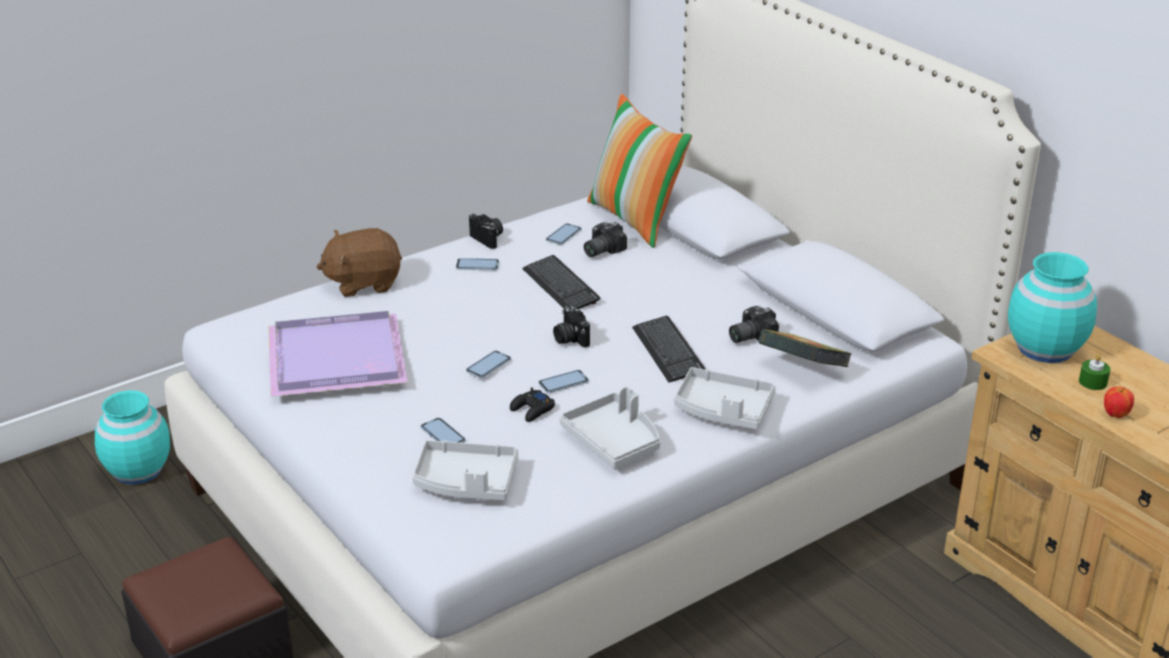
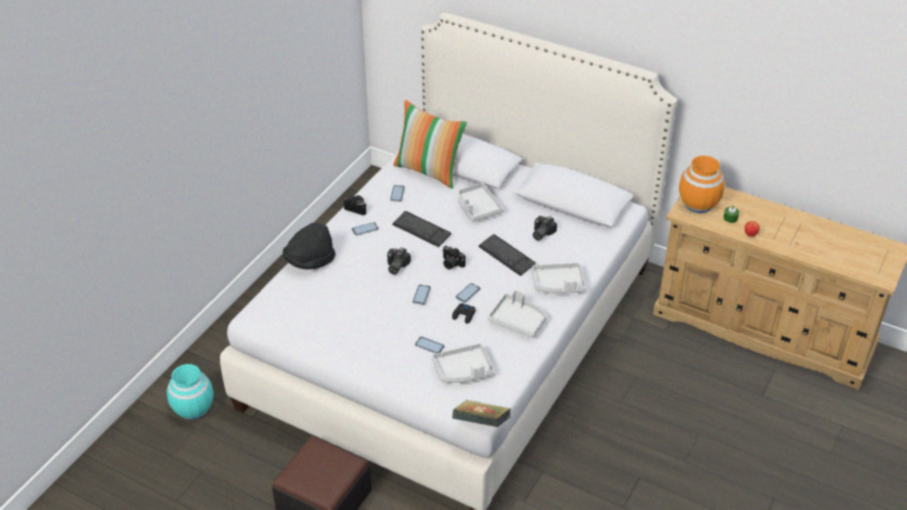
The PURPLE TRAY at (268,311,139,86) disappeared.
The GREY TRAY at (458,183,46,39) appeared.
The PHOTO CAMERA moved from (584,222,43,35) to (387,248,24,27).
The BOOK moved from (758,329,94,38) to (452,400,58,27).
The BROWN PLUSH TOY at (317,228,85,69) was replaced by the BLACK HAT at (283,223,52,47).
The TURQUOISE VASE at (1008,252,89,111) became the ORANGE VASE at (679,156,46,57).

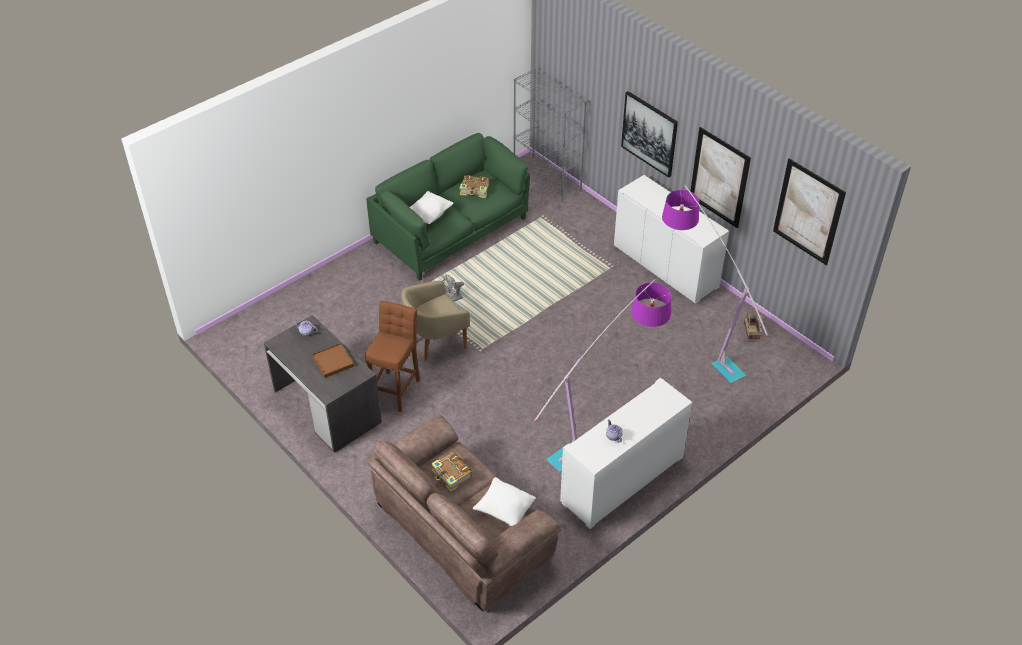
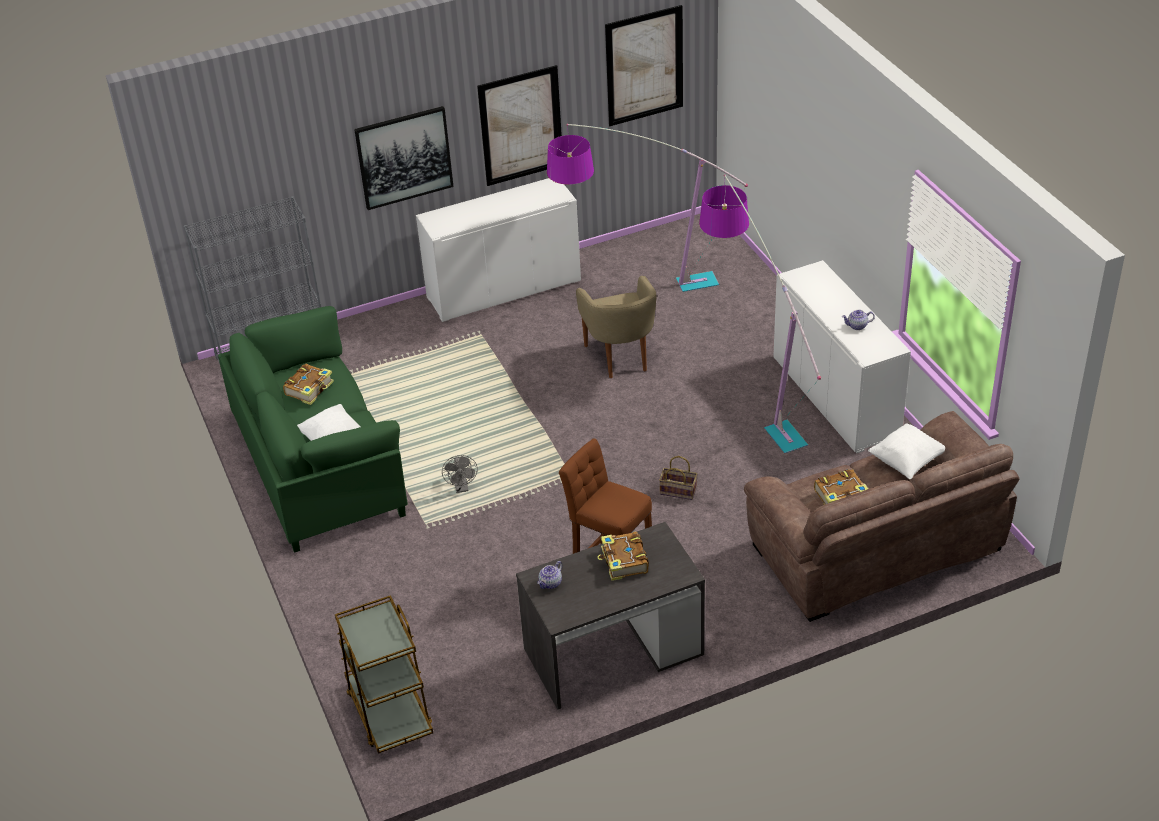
The BROWN CART at (335,595,98,159) appeared.
The BEIGE ARMCHAIR moved from (402,281,68,80) to (576,276,81,102).
The BASKET moved from (744,312,19,29) to (659,456,38,44).
The BROWN TRAY at (312,343,42,35) was replaced by the BOOK at (597,532,52,49).

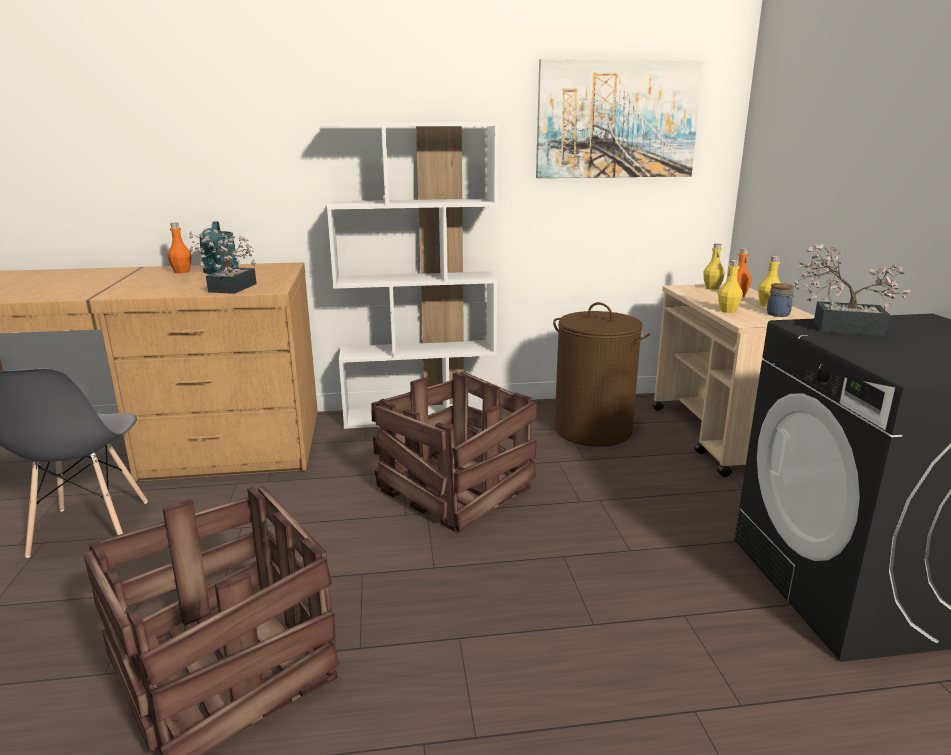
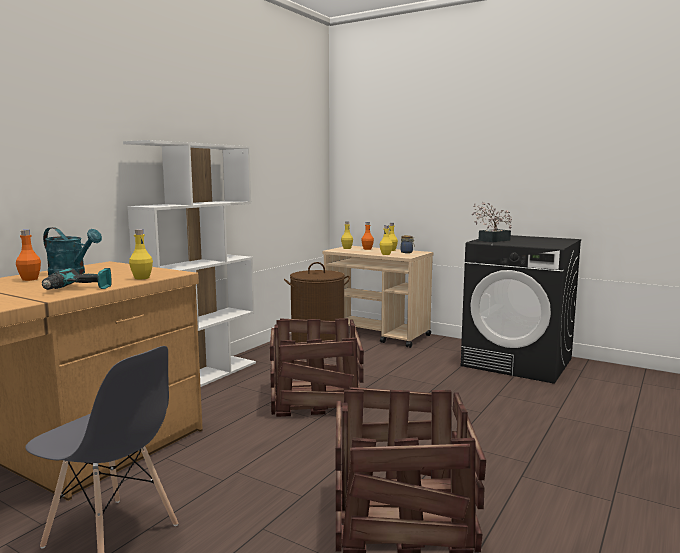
The PICTURE at (536,59,168,119) disappeared.
The POWER DRILL at (42,268,70,22) appeared.
The POTTED PLANT at (189,229,68,65) was replaced by the YELLOW BOTTLE at (129,229,24,51).

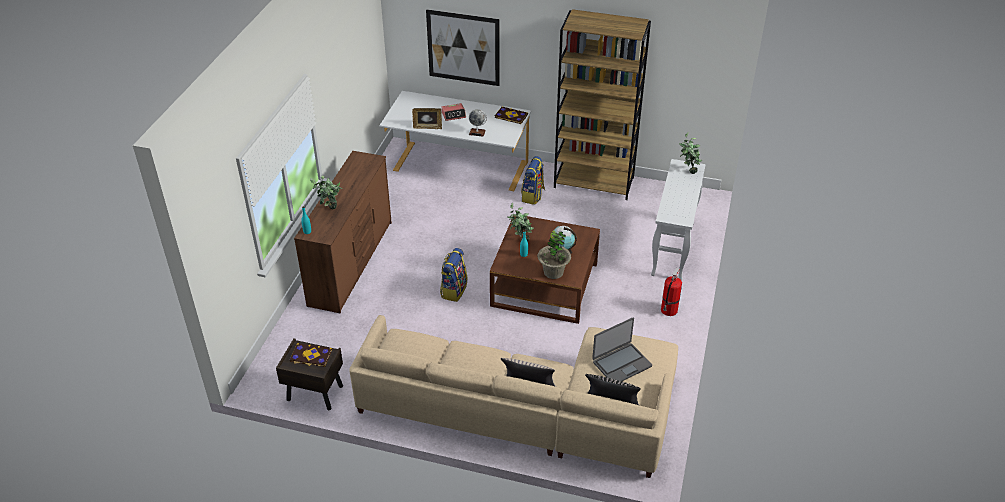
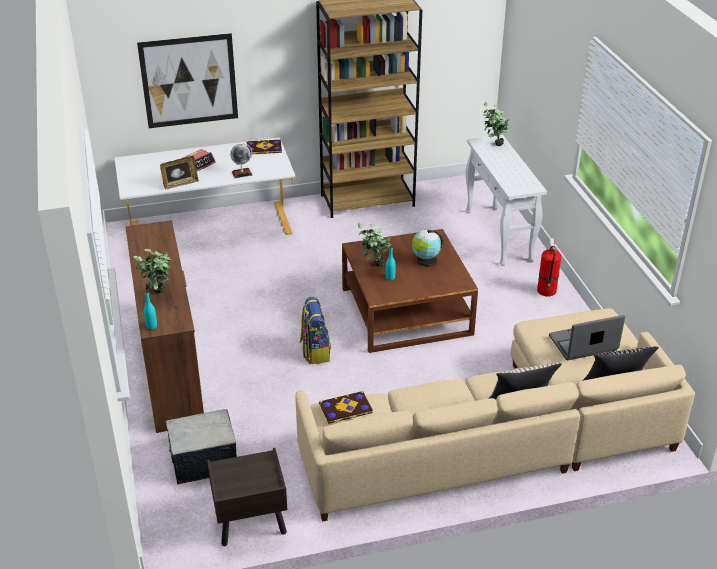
The BACKPACK at (521,156,24,48) disappeared.
The POTTED PLANT at (537,231,34,48) disappeared.
The STORAGE BOX at (166,409,71,75) appeared.
The BOOK moved from (290,343,42,24) to (319,391,54,33).
The LAPTOP at (592,318,60,63) turned 135 degrees counterclockwise.

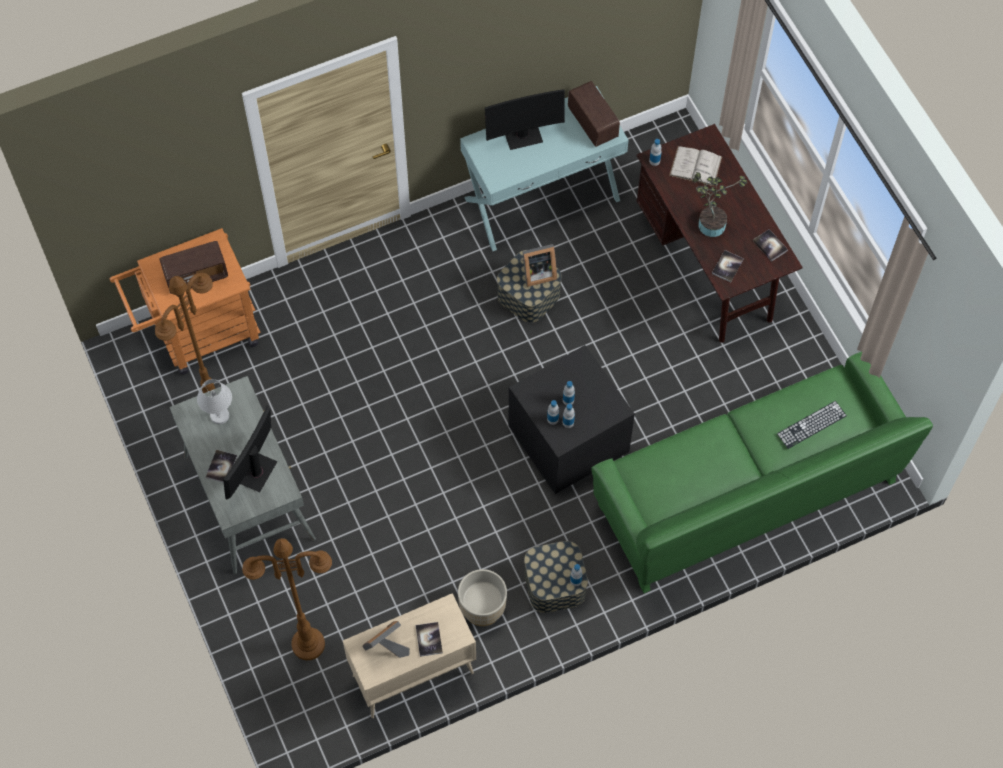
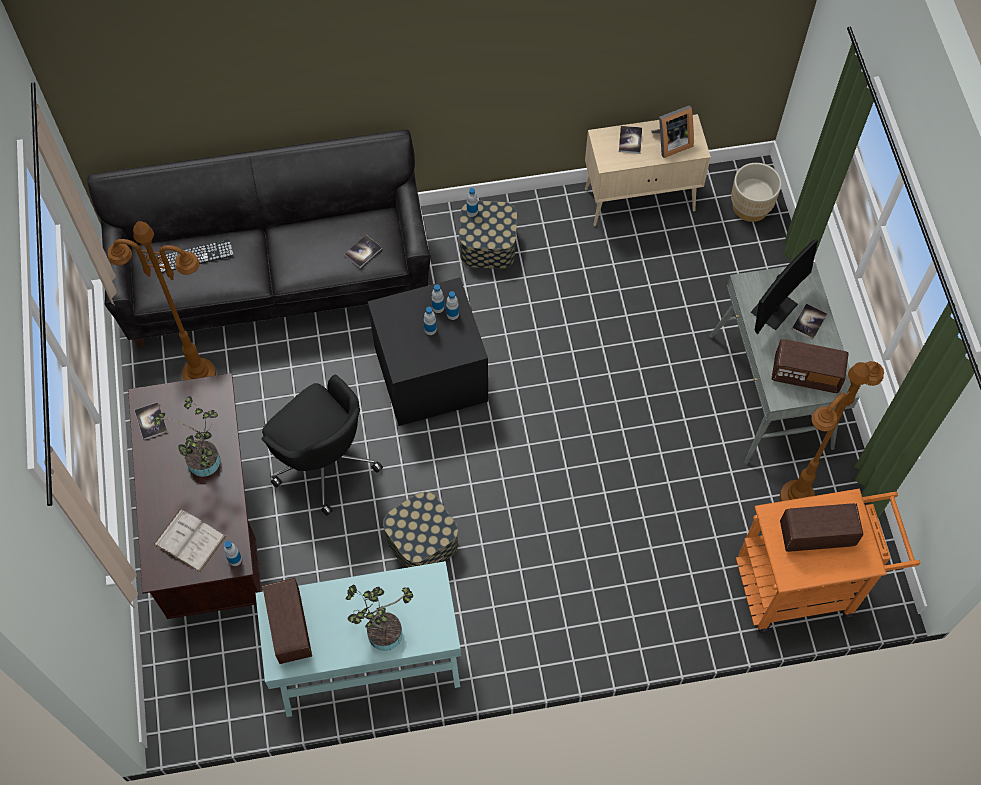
The PICTURE FRAME at (520,244,37,43) disappeared.
The BLACK OFFICE CHAIR at (261,375,122,141) appeared.
The BROWN FLOOR LAMP moved from (242,538,90,122) to (108,221,108,159).
The BEIGE PLANTER moved from (458,569,49,57) to (731,163,51,59).
The BOOK moved from (712,250,32,32) to (344,235,38,33).
The WHITE TABLE LAMP at (197,379,35,45) was replaced by the RADIO at (772,339,77,54).
The MONITOR at (485,90,80,60) was replaced by the POTTED PLANT at (345,585,68,66).
The GREEN SOFA at (591,351,342,242) became the BLACK SOFA at (87,130,344,218).

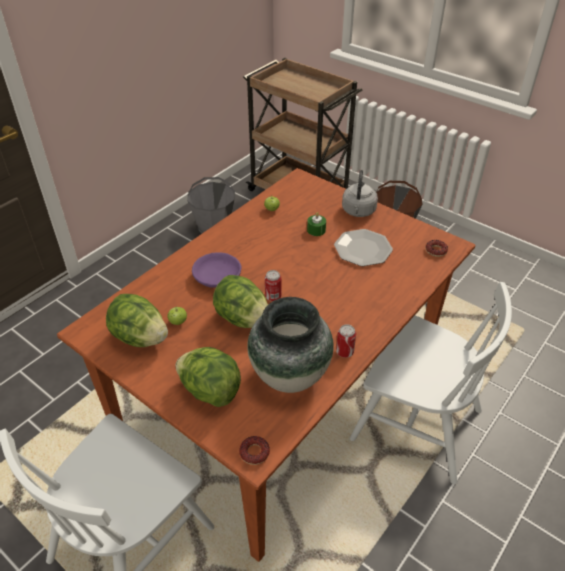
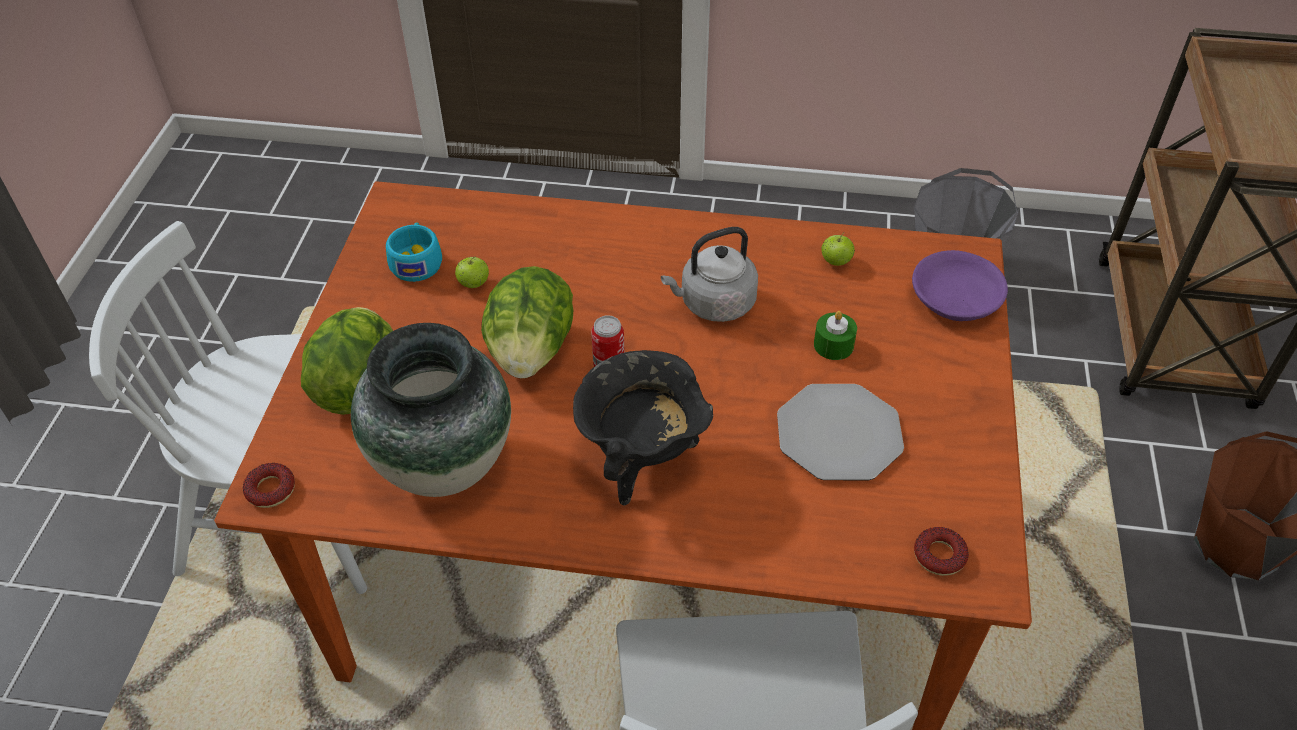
The CAN at (336,324,20,34) disappeared.
The BLACK COOKING POT at (573,350,140,155) appeared.
The PURPLE BOWL moved from (192,252,49,36) to (912,250,96,71).
The GREY KETTLE moved from (342,170,36,47) to (661,227,97,95).
The LETTUCE at (106,294,62,53) was replaced by the TURQUOISE CUP at (386,222,56,60).

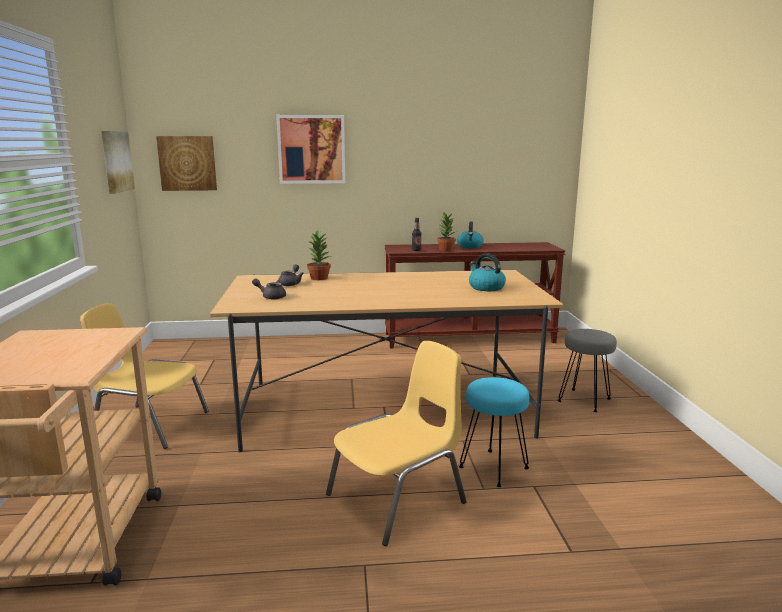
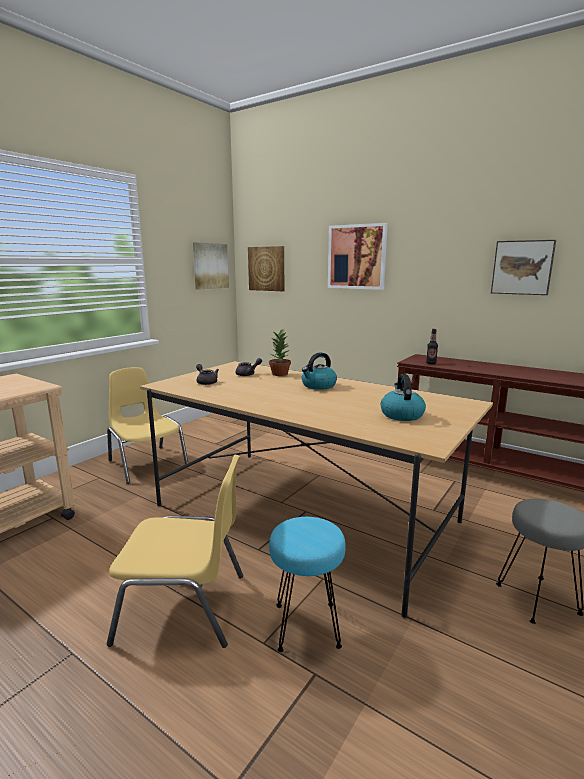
The POTTED PLANT at (437,211,19,40) disappeared.
The PICTURE at (491,240,65,55) appeared.
The KETTLE moved from (457,221,27,27) to (302,352,35,38).

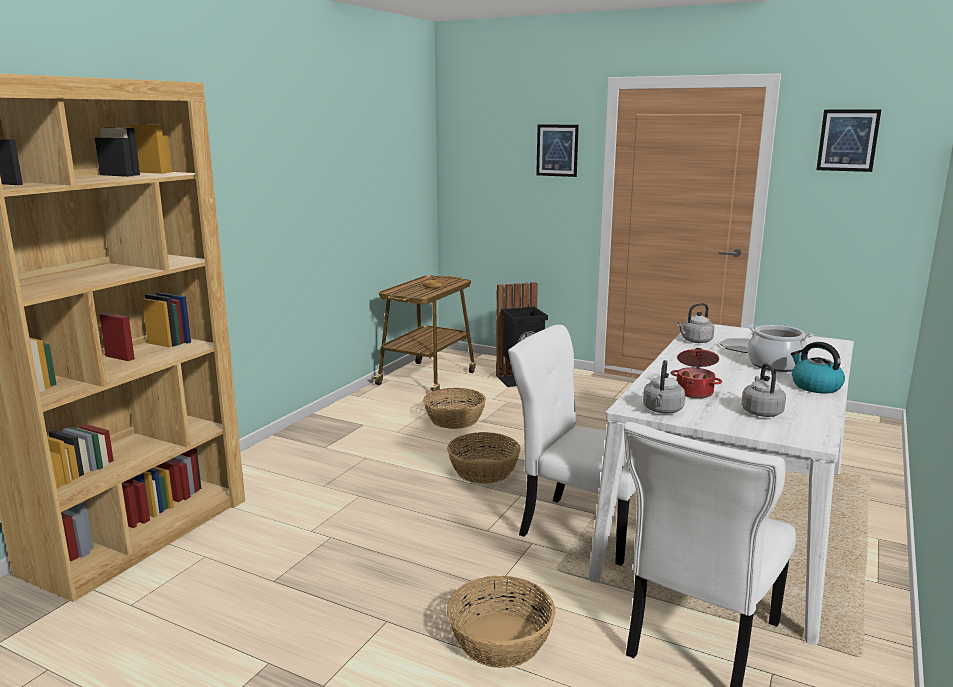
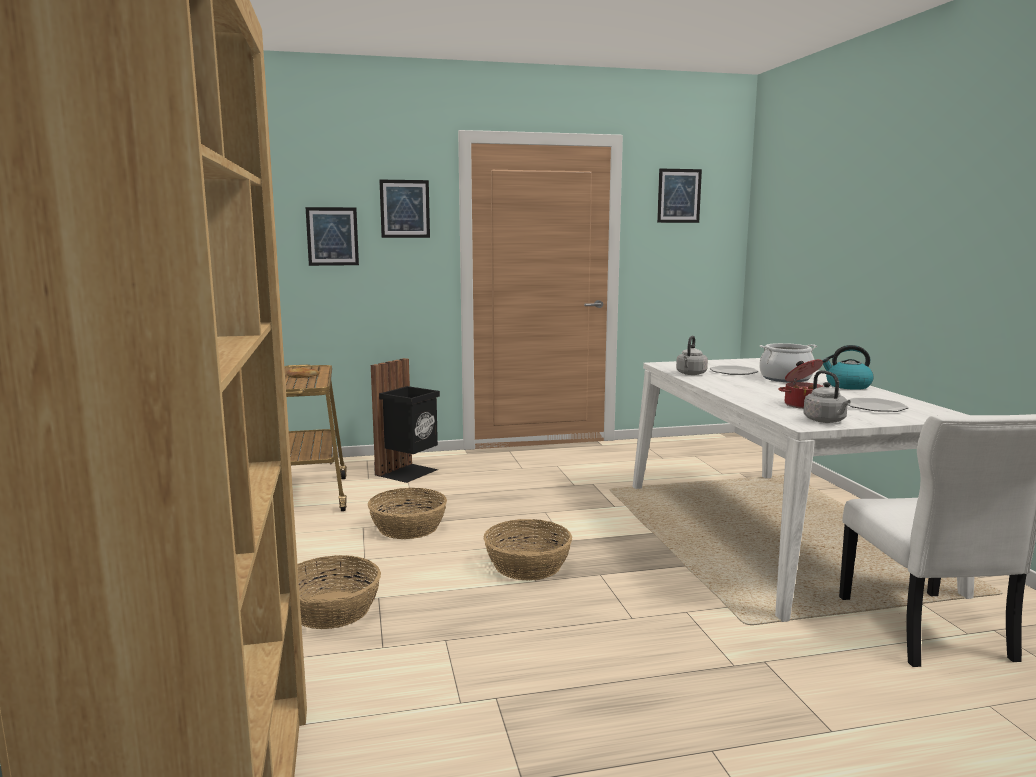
The WHITE CHAIR at (508,325,128,241) disappeared.
The PICTURE at (306,207,53,59) appeared.
The BASKET moved from (447,575,109,93) to (298,555,83,74).
The GREY KETTLE at (741,363,45,54) was replaced by the PLATE at (848,398,61,14).

